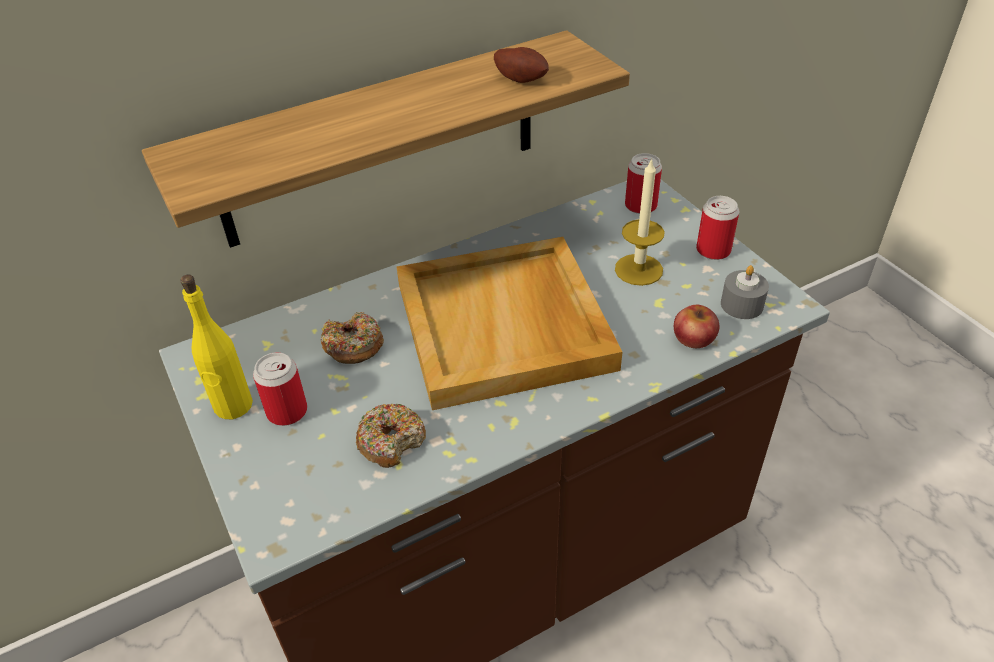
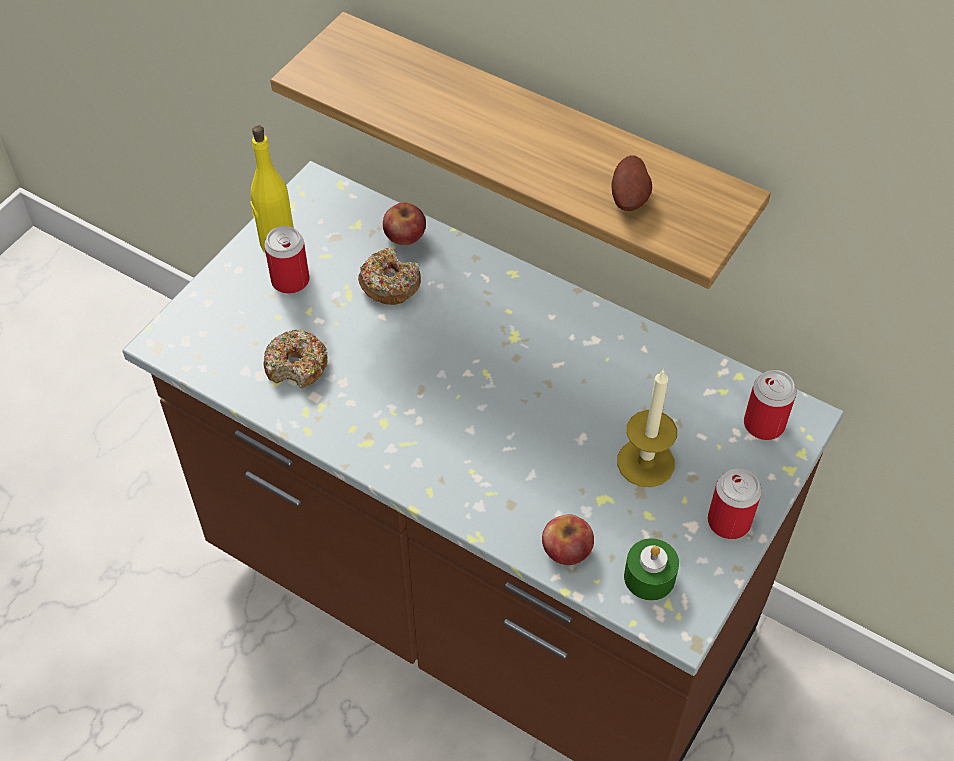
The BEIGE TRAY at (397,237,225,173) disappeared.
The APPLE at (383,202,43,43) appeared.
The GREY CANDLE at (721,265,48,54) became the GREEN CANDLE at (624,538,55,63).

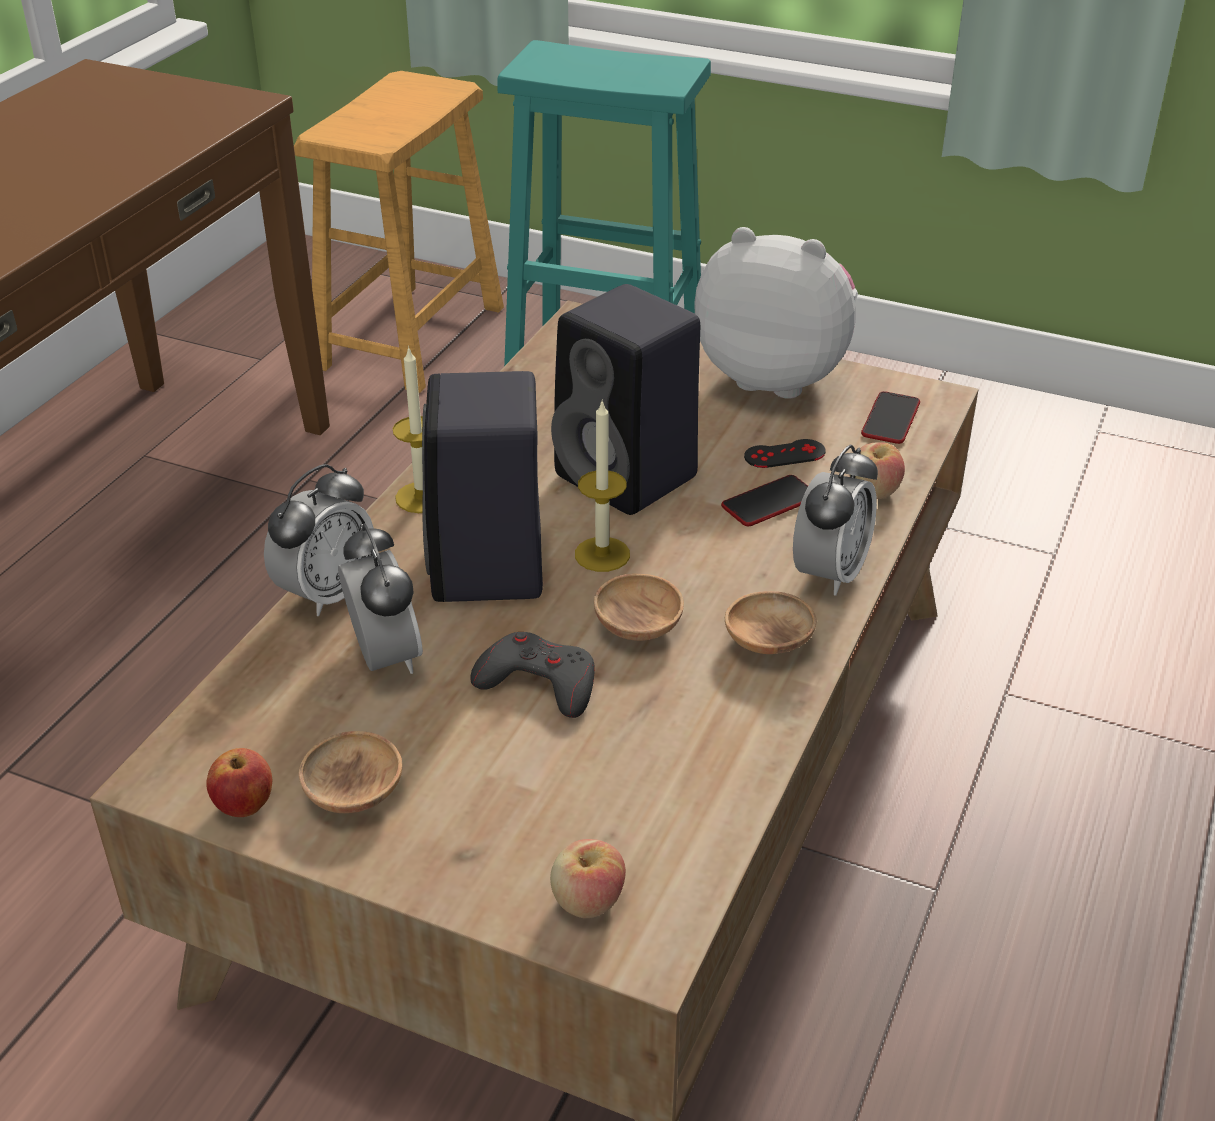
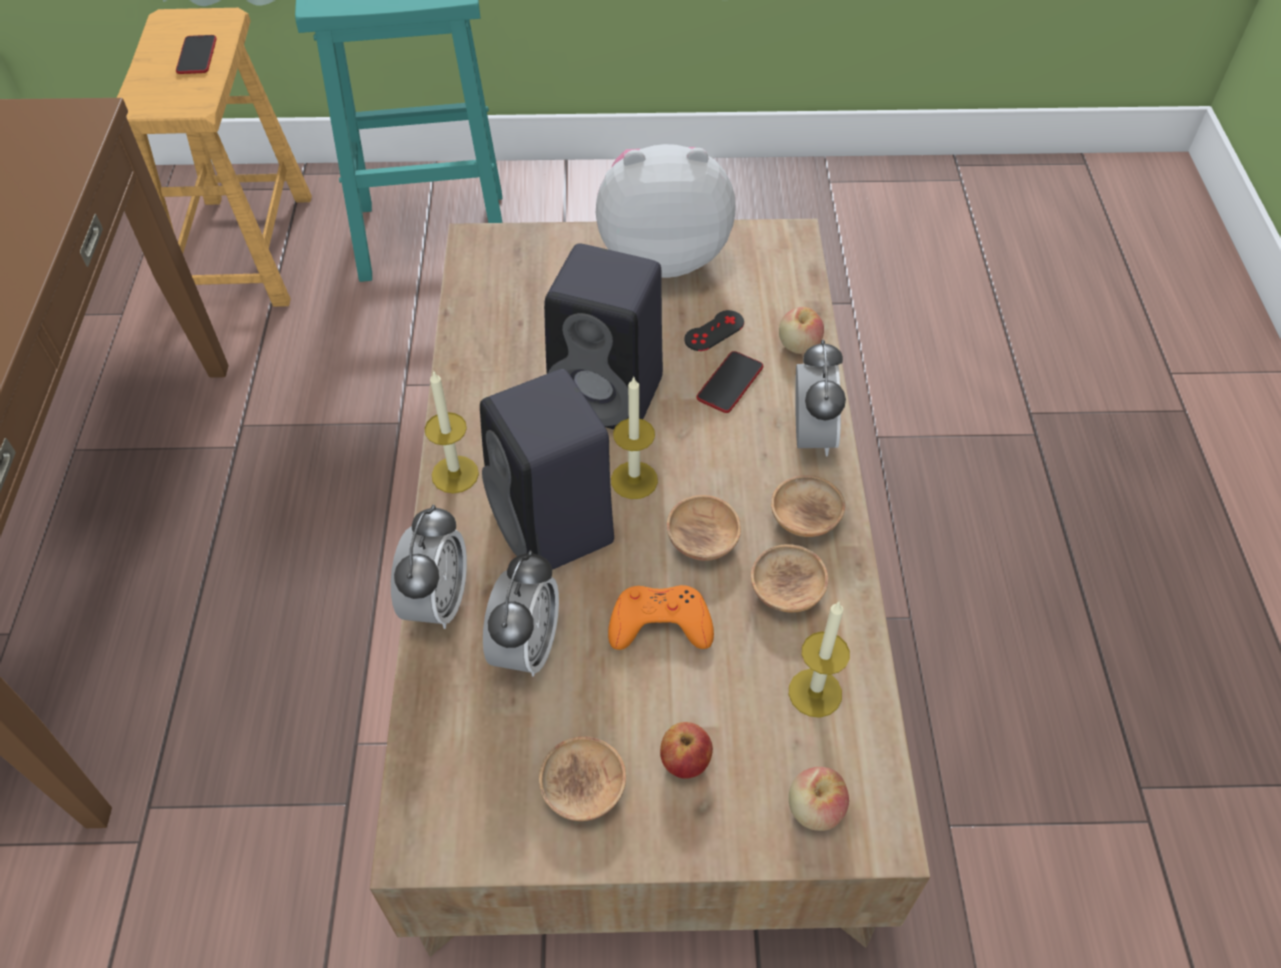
The BROWN BOWL at (751,544,78,68) appeared.
The CANDLE at (789,601,61,117) appeared.
The APPLE moved from (206,748,66,69) to (660,722,53,57).
The PHONE moved from (861,391,59,53) to (176,35,41,39).
The GREY GAME CONTROLLER at (470,632,125,86) became the ORANGE GAME CONTROLLER at (608,585,106,65).
The ALARM CLOCK at (338,523,85,151) turned 60 degrees clockwise.

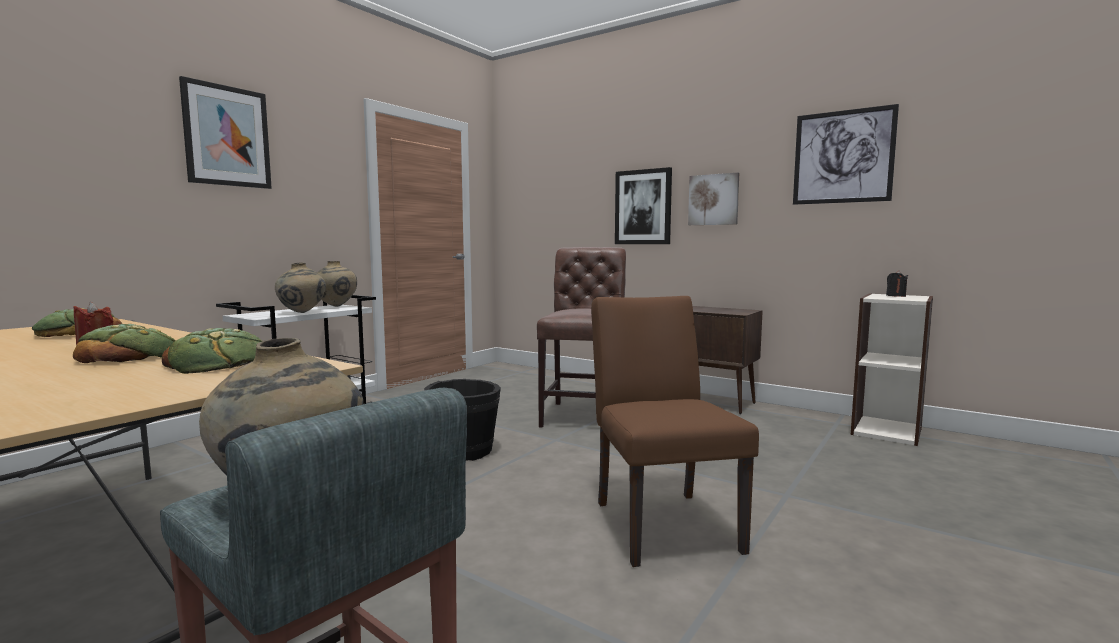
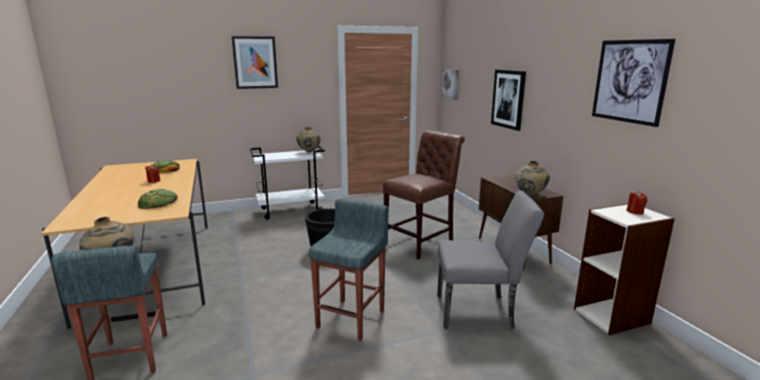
The BREAD at (73,324,103,39) disappeared.
The GREY CHAIR at (437,191,107,138) appeared.
The BEIGE VASE moved from (275,263,51,50) to (515,161,35,34).
The PICTURE moved from (688,173,51,52) to (442,69,17,31).
The BROWN CHAIR at (591,296,168,271) was replaced by the GREY STOOL at (309,199,80,142).
The BLACK CANDLE at (886,271,22,26) became the RED CANDLE at (626,191,21,24).

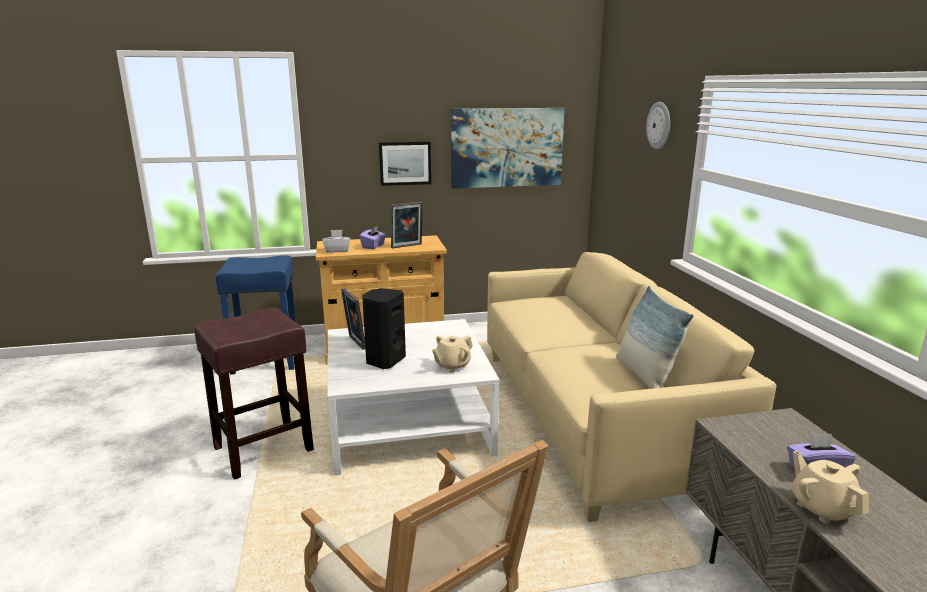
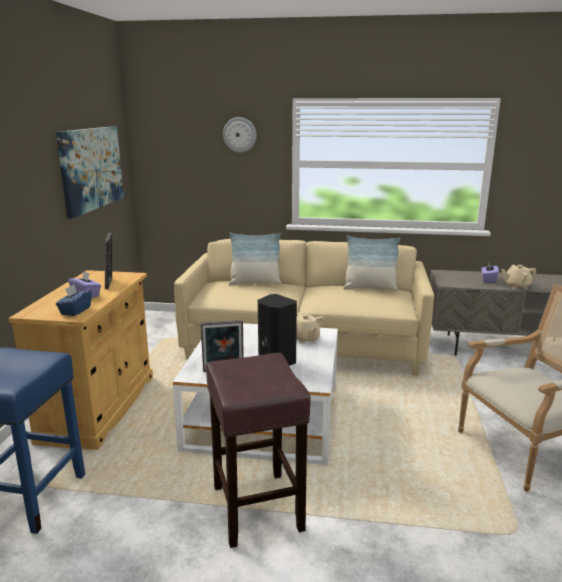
The PICTURE at (379,142,52,44) disappeared.
The PILLOW at (229,232,53,53) appeared.
The WHITE TISSUE BOX at (322,230,29,23) became the BLUE TISSUE BOX at (56,284,36,32).

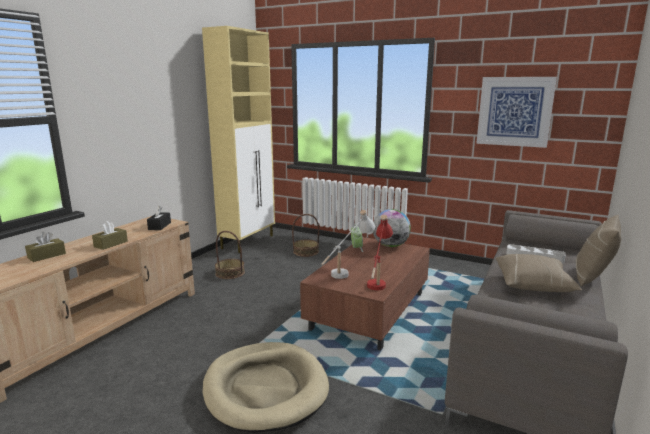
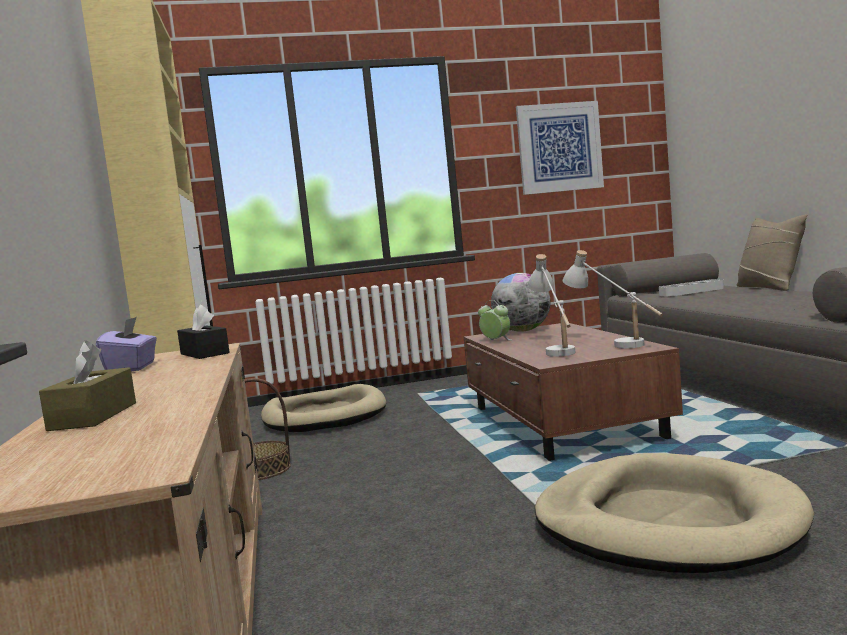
The BROWN TISSUE BOX at (92,221,36,29) disappeared.
The BEIGE PILLOW at (496,253,86,39) disappeared.
The PURPLE TISSUE BOX at (96,317,61,54) appeared.
The BASKET at (292,214,27,43) was replaced by the BEIGE DOG BED at (261,384,125,48).
The RED TABLE LAMP at (367,215,26,75) became the WHITE TABLE LAMP at (563,250,100,99).

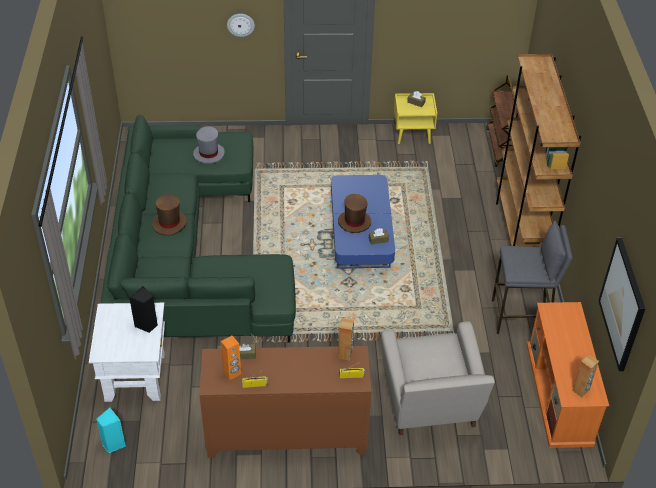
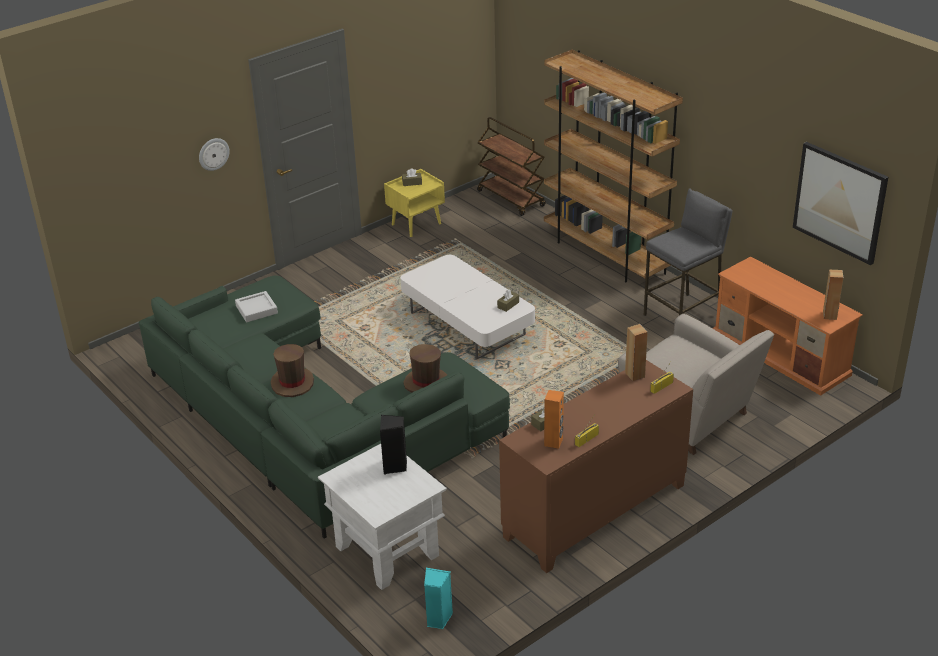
The BROWN HAT moved from (338,194,33,39) to (404,344,43,49).
The GREY HAT at (193,126,32,38) was replaced by the GREY TRAY at (235,291,43,31).
The BLUE COFFEE TABLE at (331,175,64,94) became the WHITE COFFEE TABLE at (401,255,134,104).

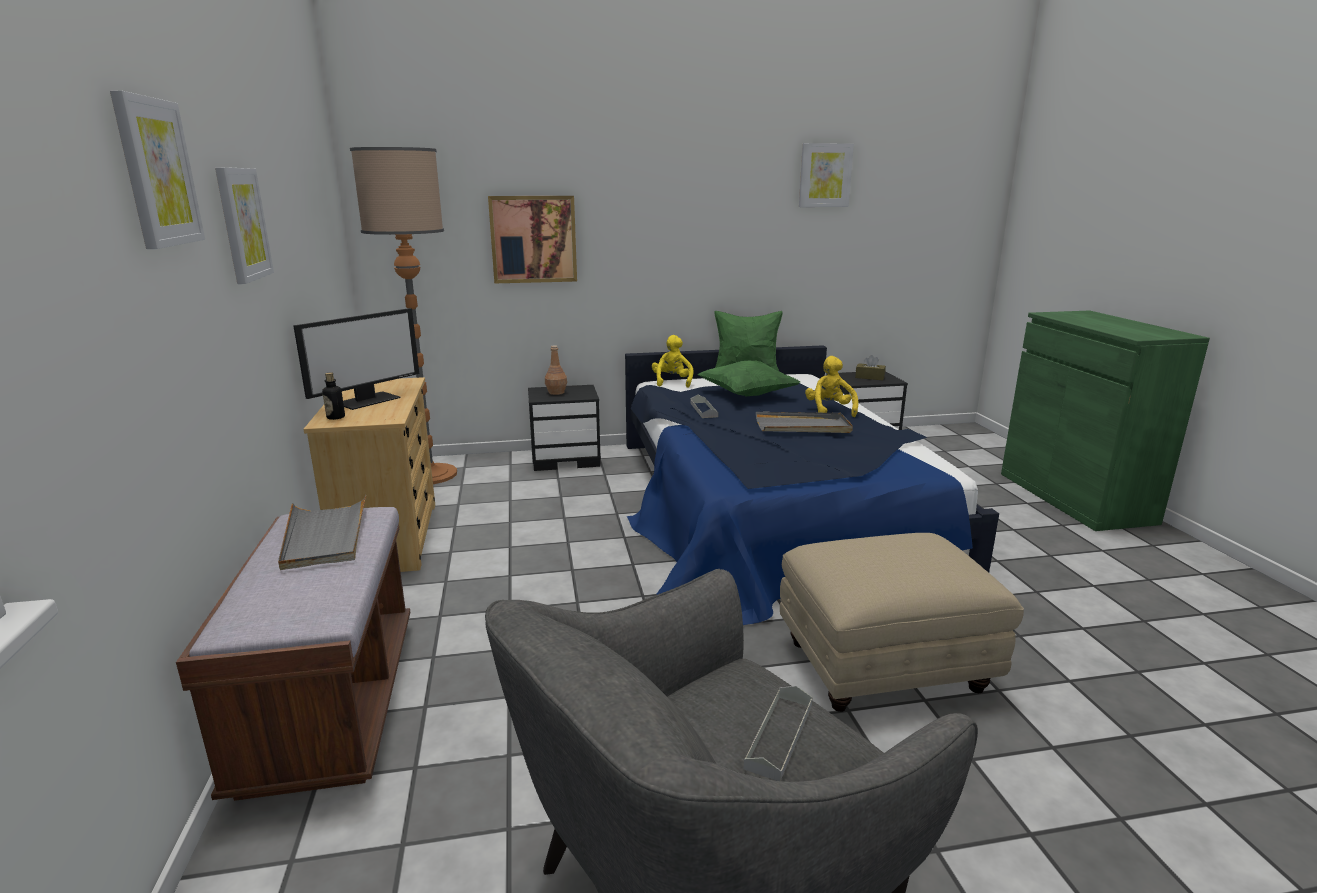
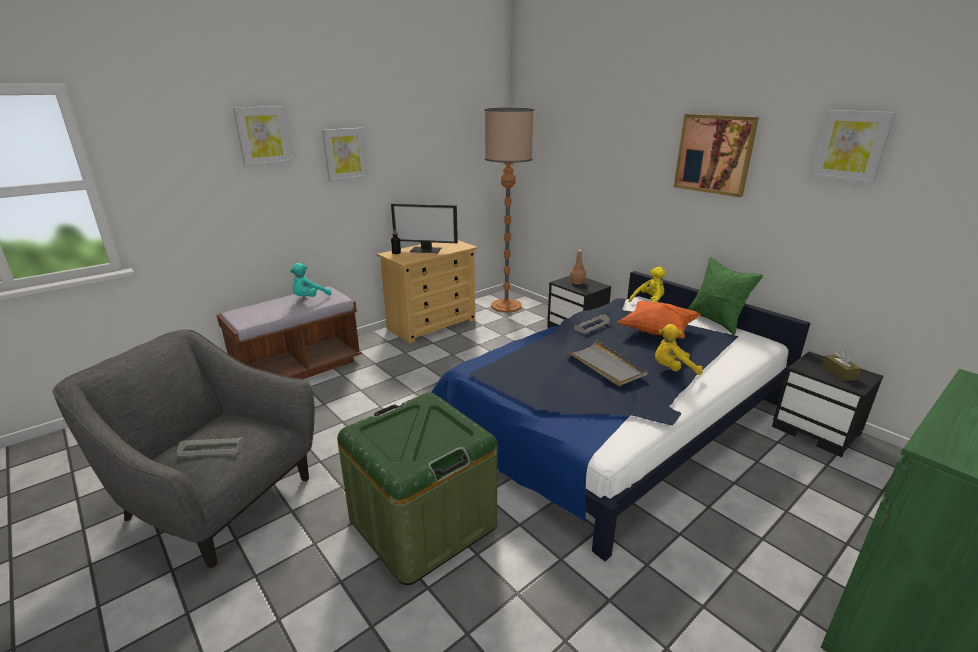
The PICTURE moved from (488,196,89,87) to (674,114,85,83).
The GREY TRAY at (278,495,88,75) was replaced by the TURQUOISE PLUSH TOY at (289,263,42,34).
The BEIGE OTTOMAN at (780,533,244,179) was replaced by the GREEN STORAGE BOX at (337,392,161,193).
The GREEN PILLOW at (698,361,102,35) became the ORANGE PILLOW at (617,301,84,38).
The YELLOW PLUSH TOY at (805,356,53,61) turned 150 degrees counterclockwise.

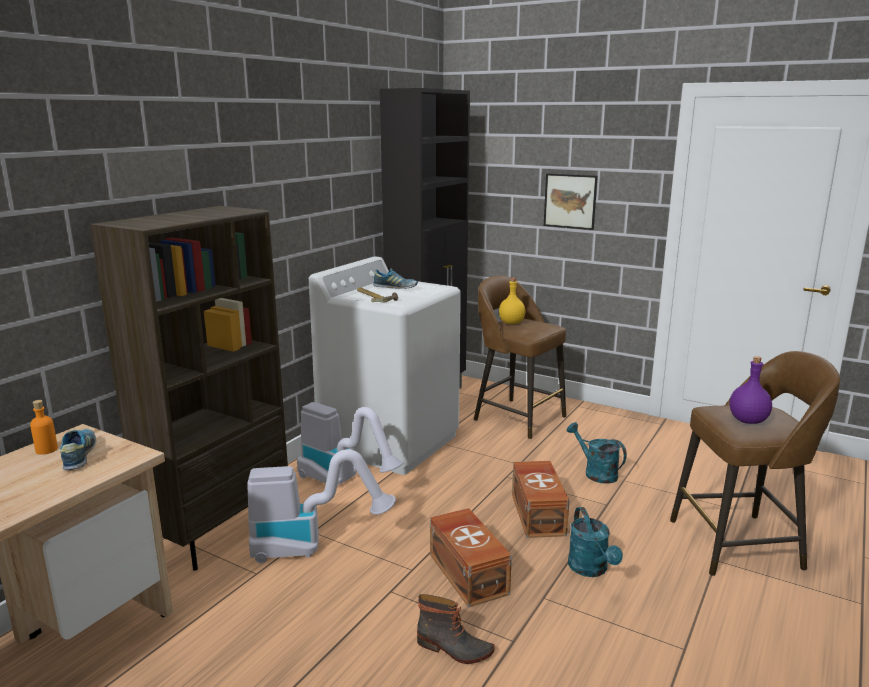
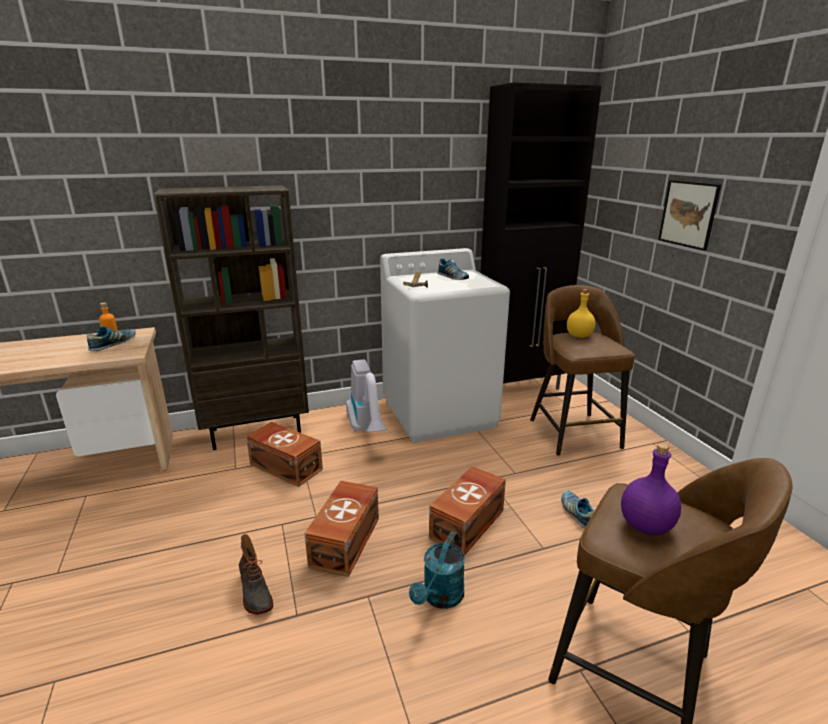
The VACUUM CLEANER at (247,449,149,115) was replaced by the BROWN STORAGE BOX at (246,422,77,65).
The TURQUOISE WATERING CAN at (566,422,61,62) was replaced by the SHOE at (561,490,34,38).

